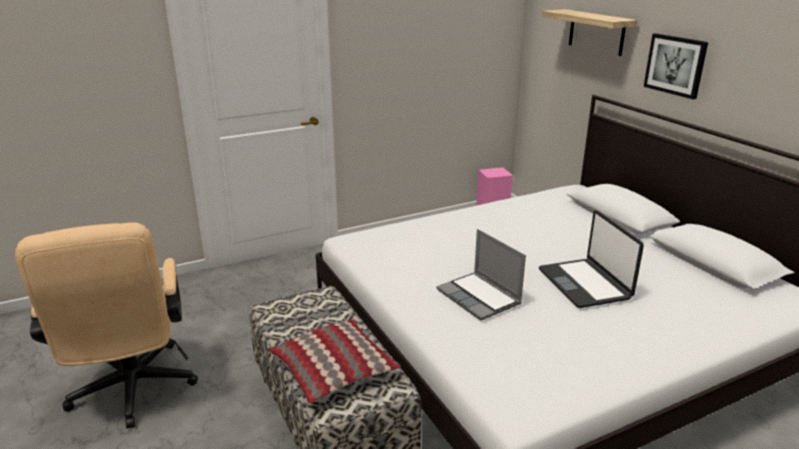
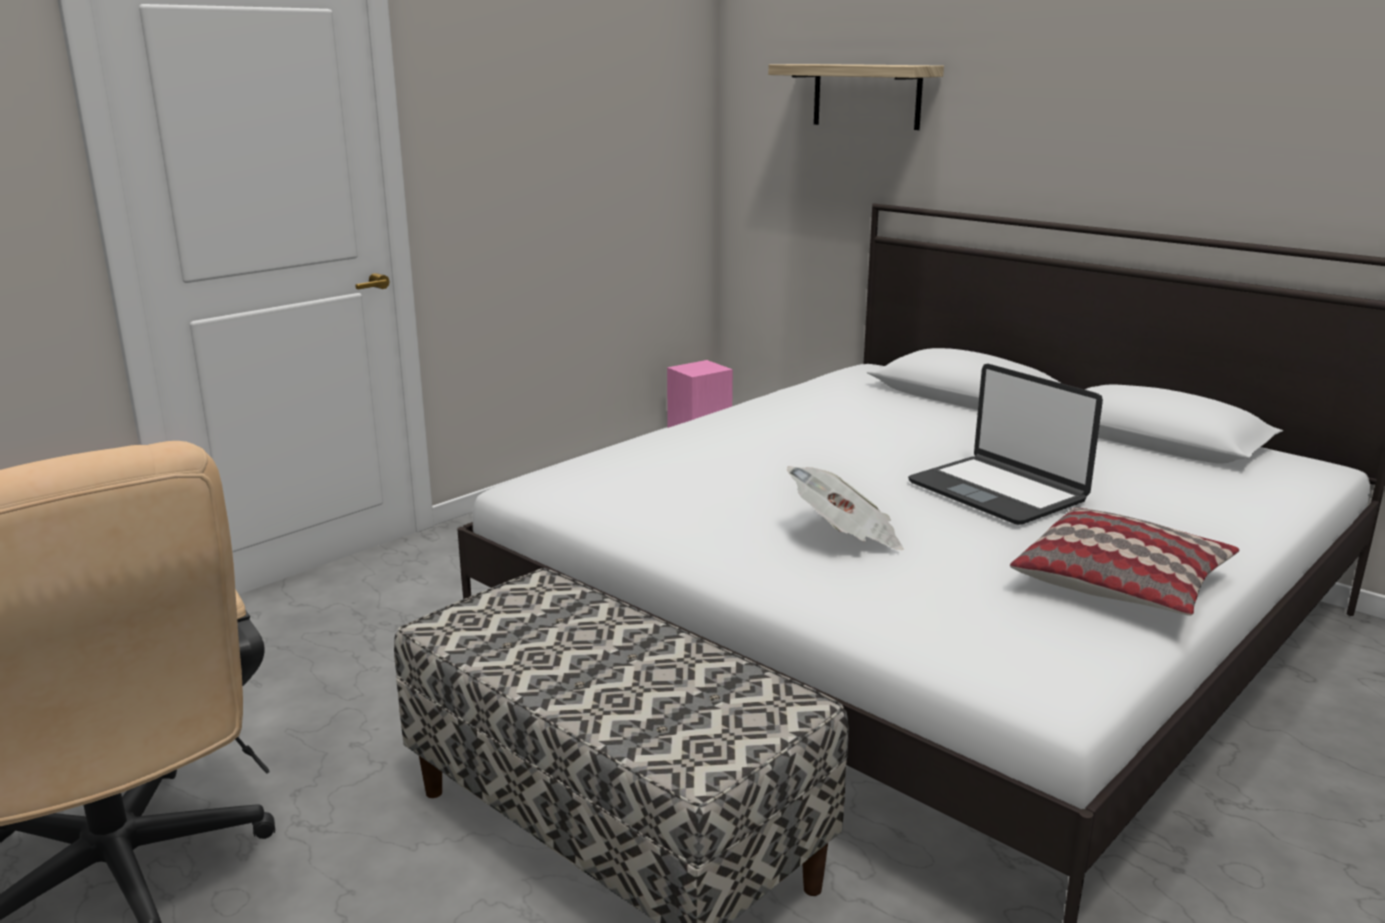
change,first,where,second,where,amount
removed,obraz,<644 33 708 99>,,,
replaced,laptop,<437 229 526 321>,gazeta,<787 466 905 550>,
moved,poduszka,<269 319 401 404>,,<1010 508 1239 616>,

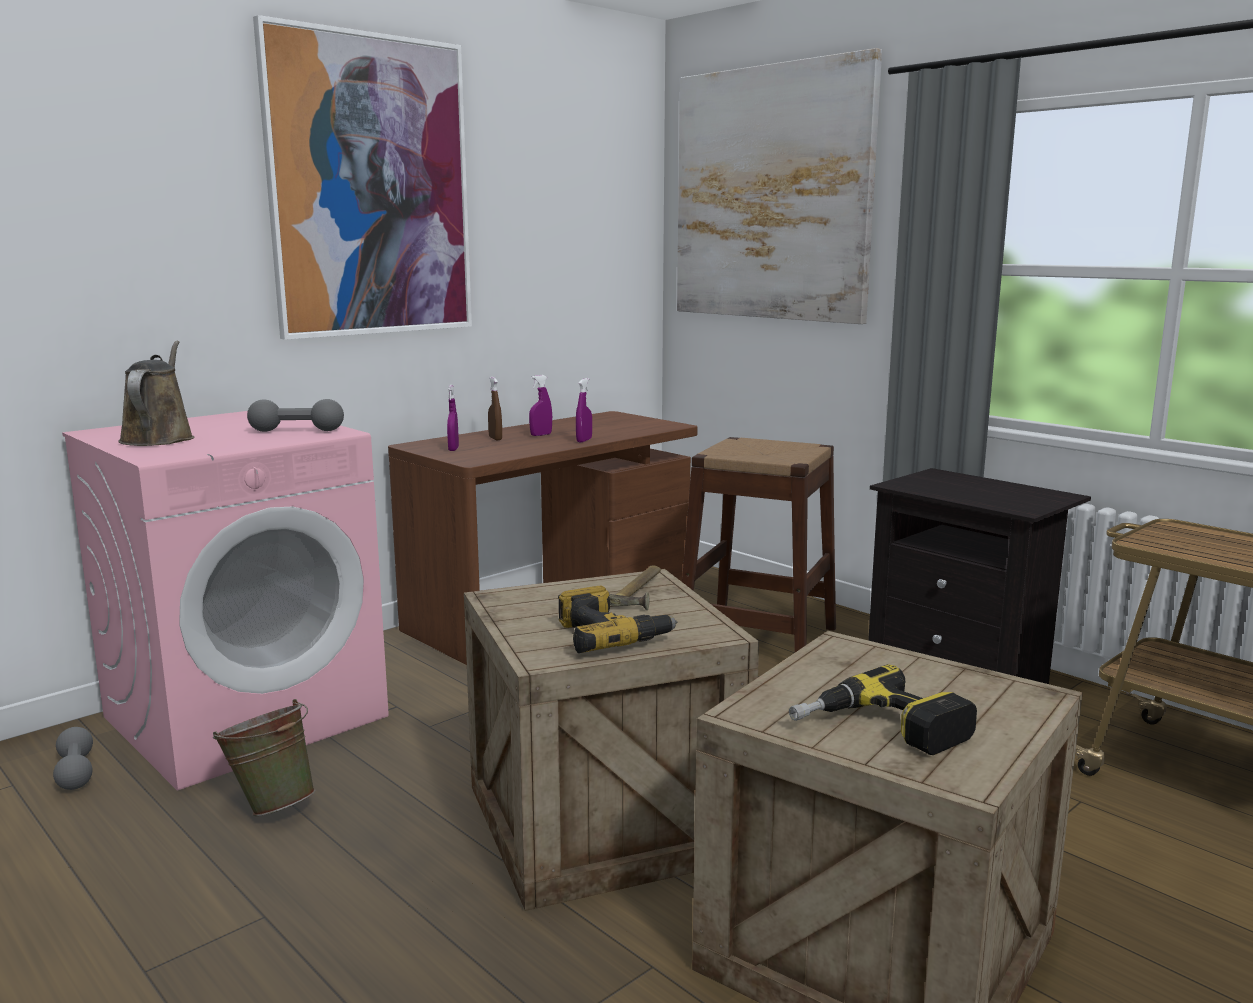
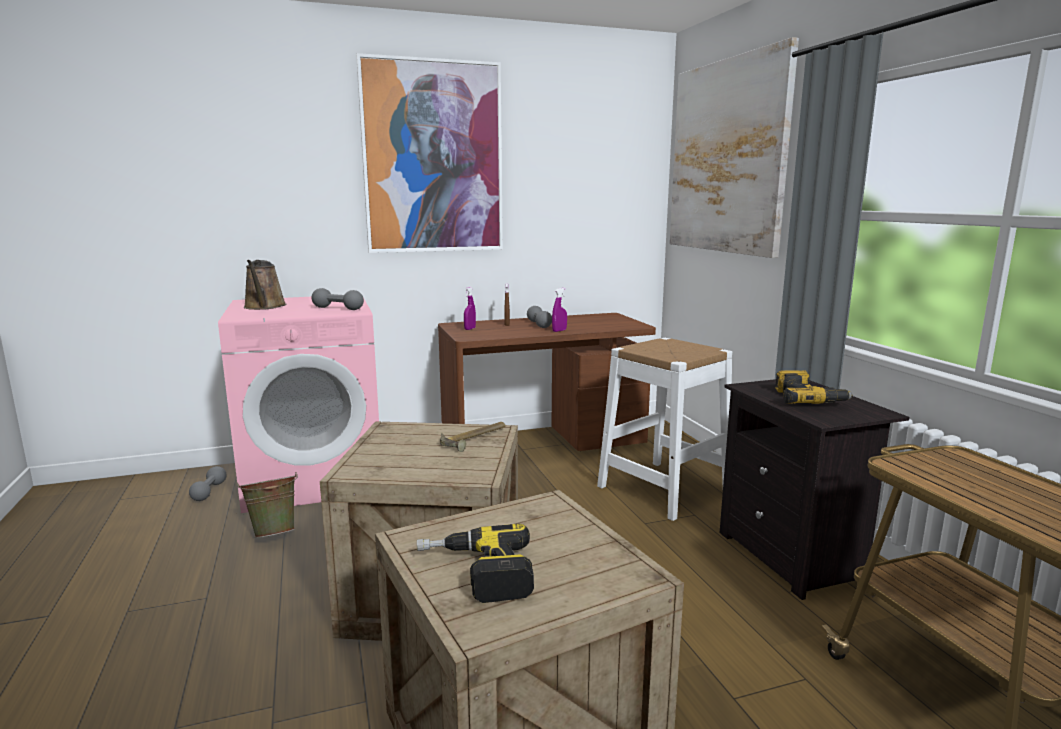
change,first,where,second,where,amount
turned,konewka (brązowy),<118 341 194 446>,,<244 260 287 310>,150 degrees clockwise
replaced,spryskiwacz (fioletowy),<529 375 552 436>,hantel (szary),<527 306 552 328>,
recoloured,stołek (brązowy),<682 437 836 652>,stołek (biały),<597 338 732 521>,
moved,wiertarka,<558 586 677 653>,,<775 370 853 404>,

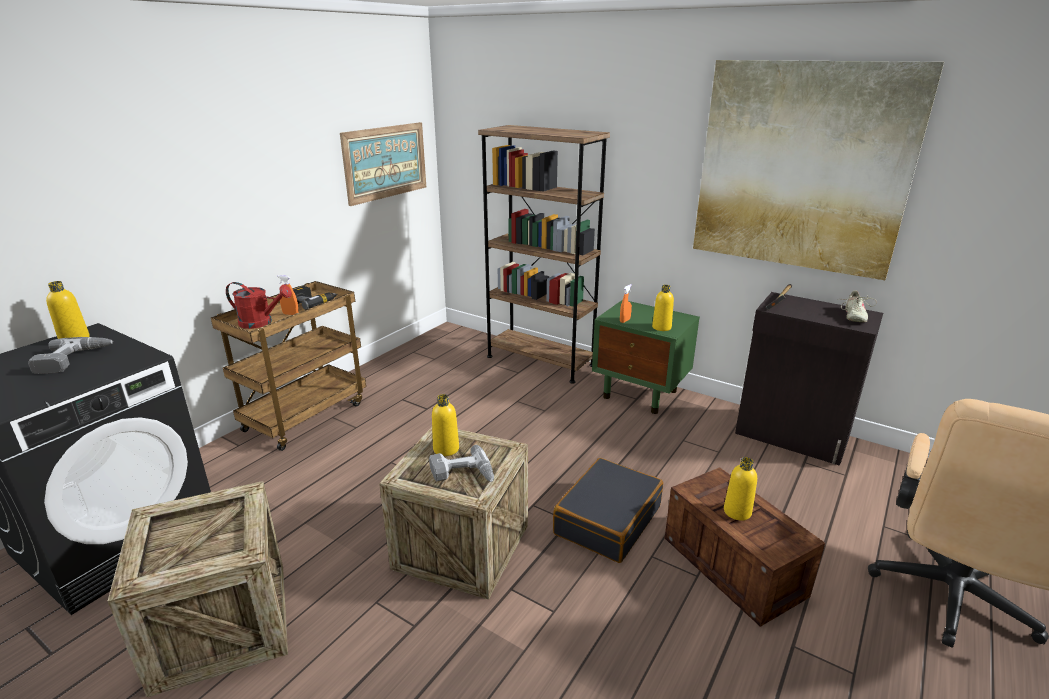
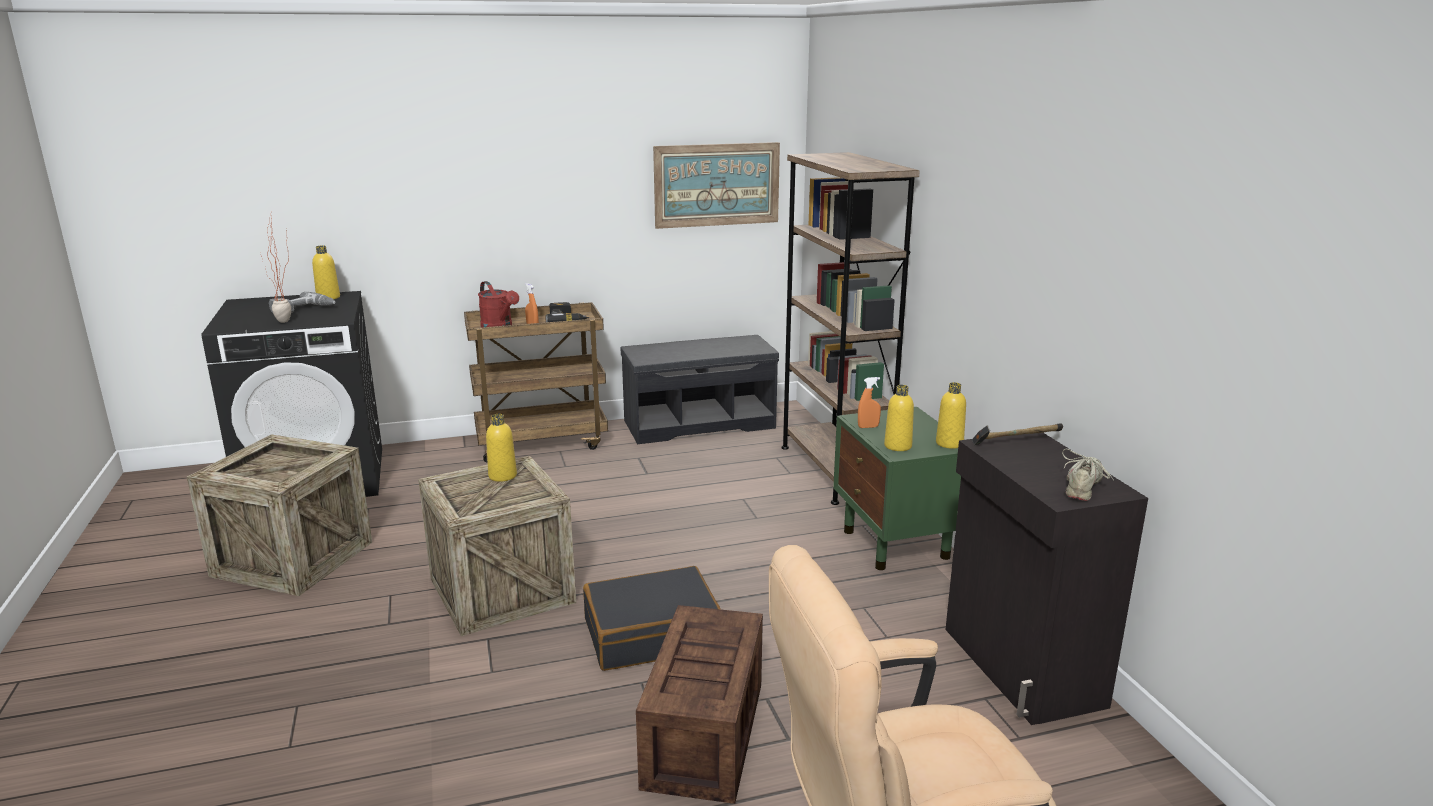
change,first,where,second,where,amount
removed,obraz,<693 60 944 280>,,,
turned,but (beżowy),<837 291 877 322>,,<1062 449 1114 501>,150 degrees clockwise
removed,wiertarka,<429 445 494 482>,,,
moved,butelka (żółty),<724 457 757 521>,,<936 382 966 449>,
added,,,roślina doniczkowa,<261 217 291 323>,
added,,,ławka (szary),<621 335 779 444>,

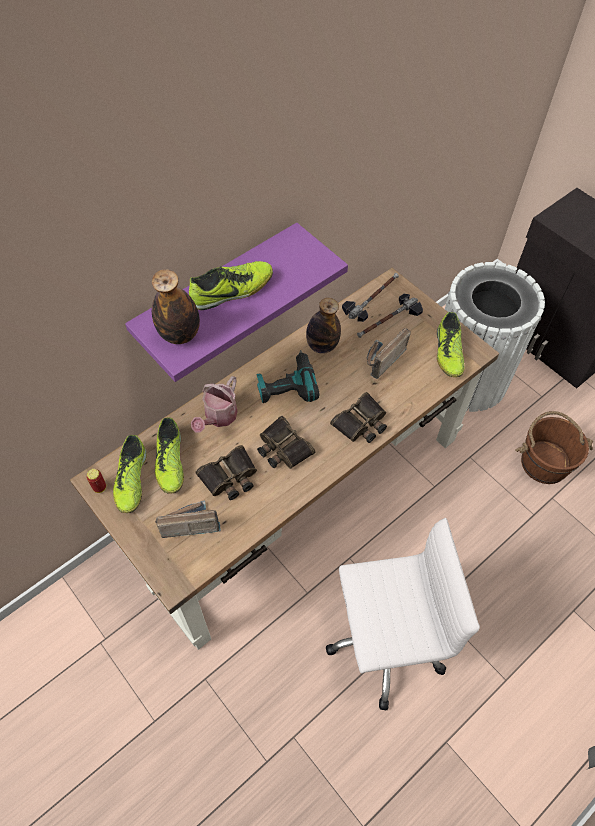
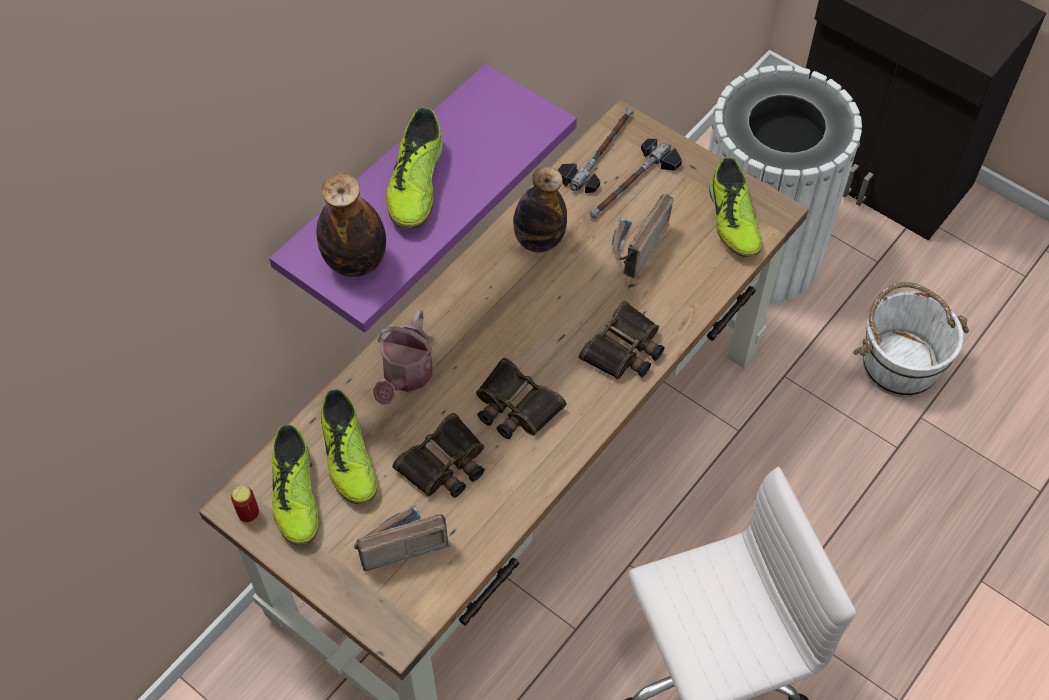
change,first,where,second,where,amount
turned,but,<189 261 273 310>,,<386 108 443 228>,135 degrees clockwise
removed,wiertarka,<256 350 320 403>,,,
recoloured,wiadro (brązowy),<515 411 593 484>,wiadro (biały),<853 282 969 397>,

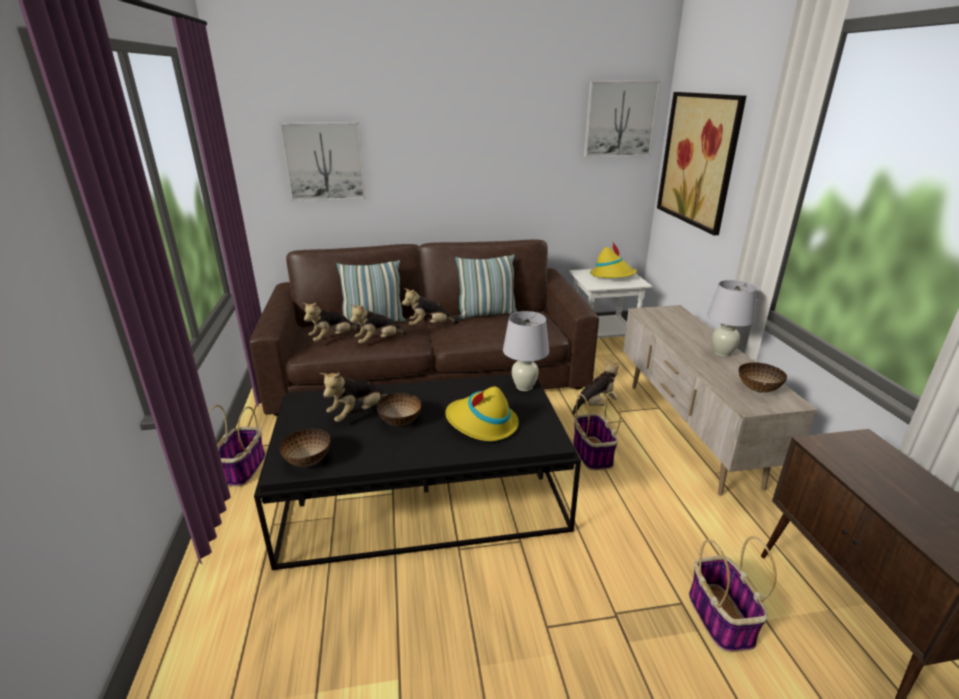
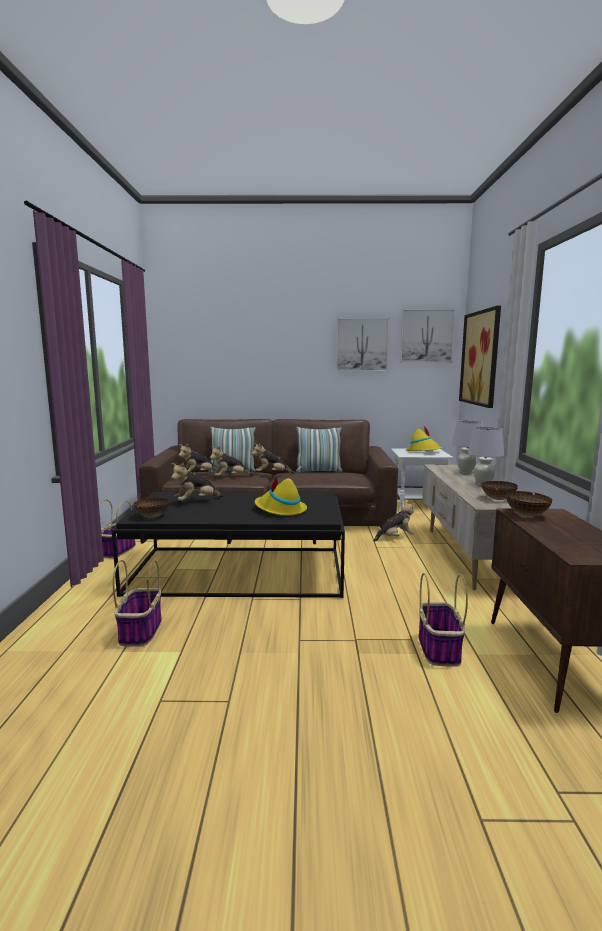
change,first,where,second,where,amount
moved,obraz,<280 122 365 201>,,<336 318 389 371>,
moved,lampa stołowa (biały),<503 311 549 391>,,<452 420 483 473>,
moved,koszyk,<573 391 621 470>,,<113 560 162 646>,
moved,miska,<377 393 421 426>,,<506 491 553 516>,

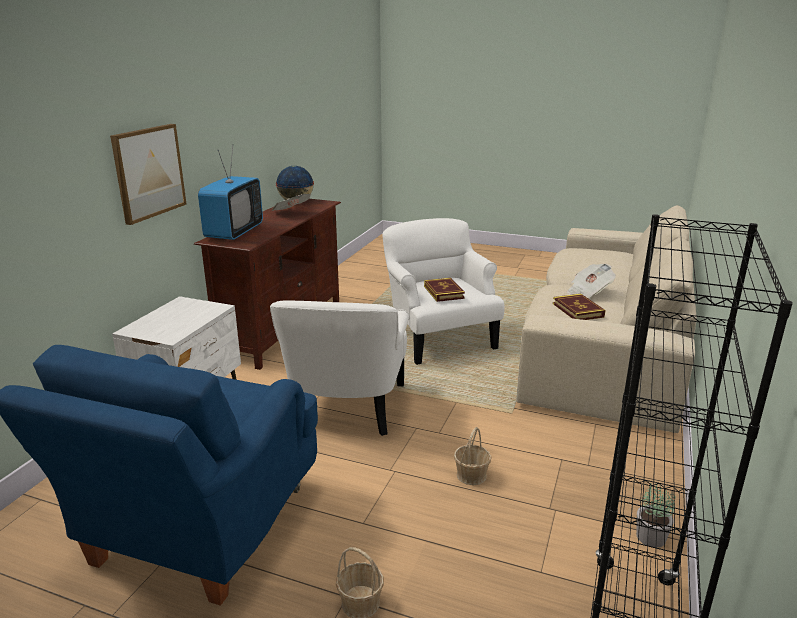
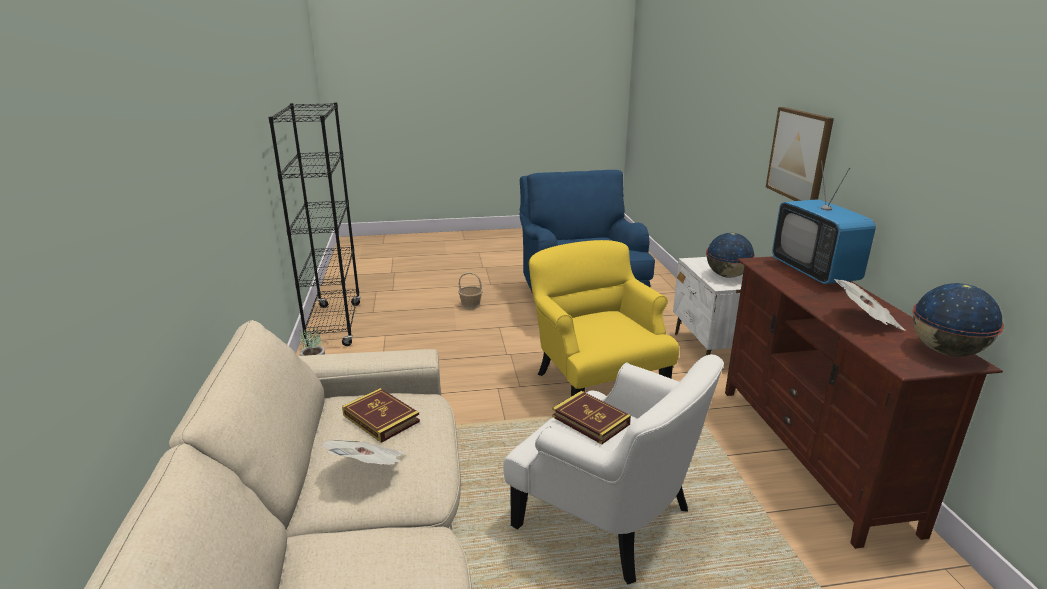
change,first,where,second,where,amount
recoloured,fotel (biały),<270 300 410 436>,fotel (żółty),<529 240 679 396>,
removed,koszyk,<454 427 492 485>,,,
added,,,globus,<706 233 755 278>,

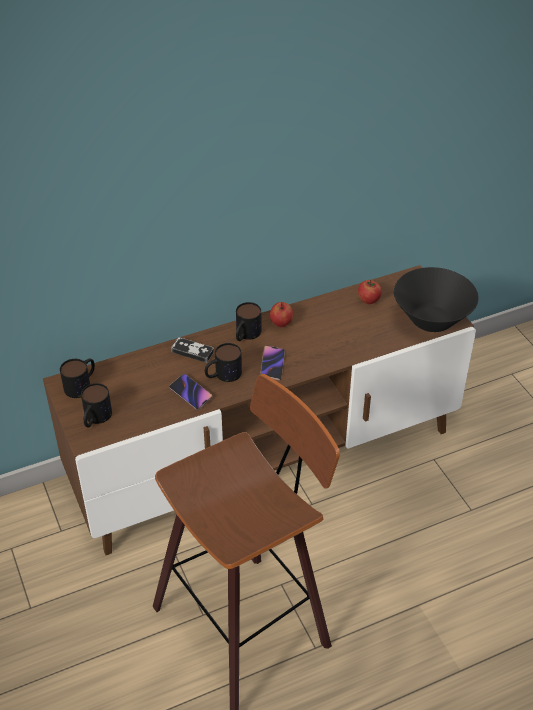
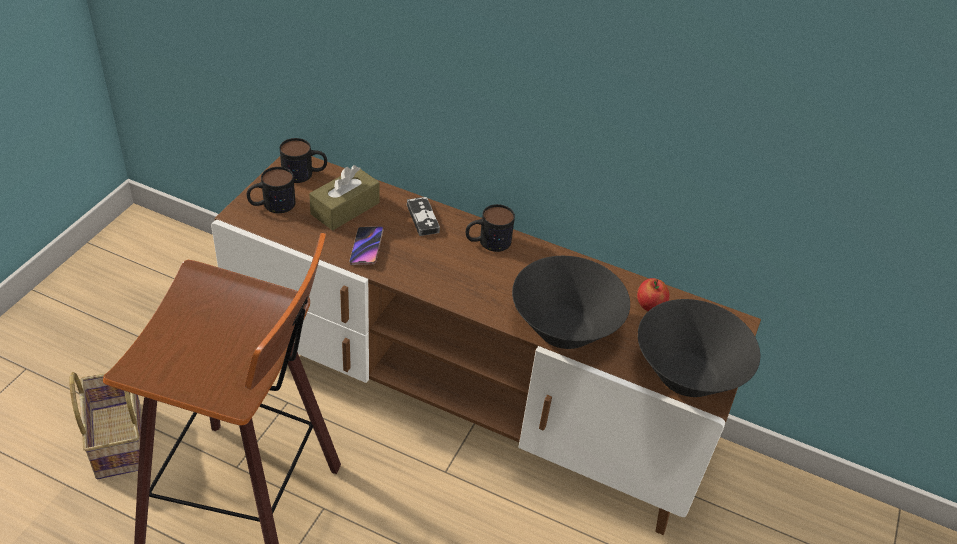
change,first,where,second,where,amount
removed,jabłko,<270 302 293 327>,,,
removed,kubek,<205 343 242 382>,,,
removed,telefon,<260 345 285 381>,,,
added,,,pudełko chusteczek (brązowy),<309 165 380 231>,
added,,,miska (czarny),<512 256 630 349>,
added,,,koszyk,<70 372 142 479>,

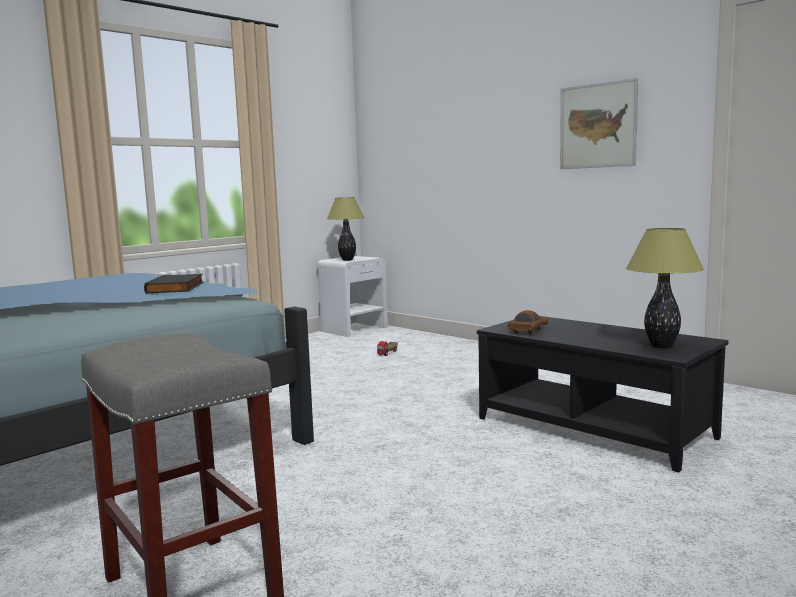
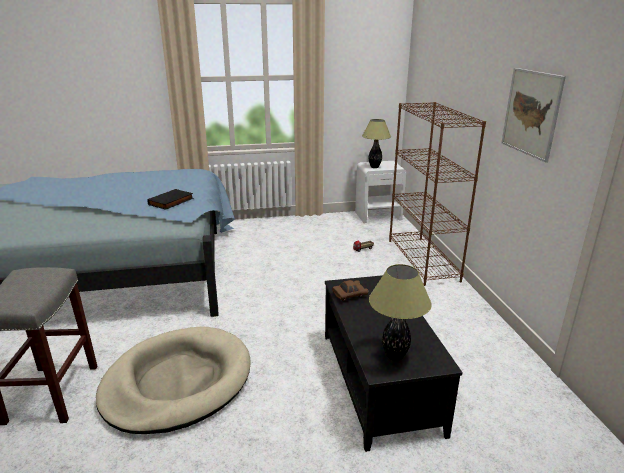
change,first,where,second,where,amount
added,,,regał (brązowy),<389 102 486 286>,
added,,,legowisko (beżowy),<96 326 251 434>,

